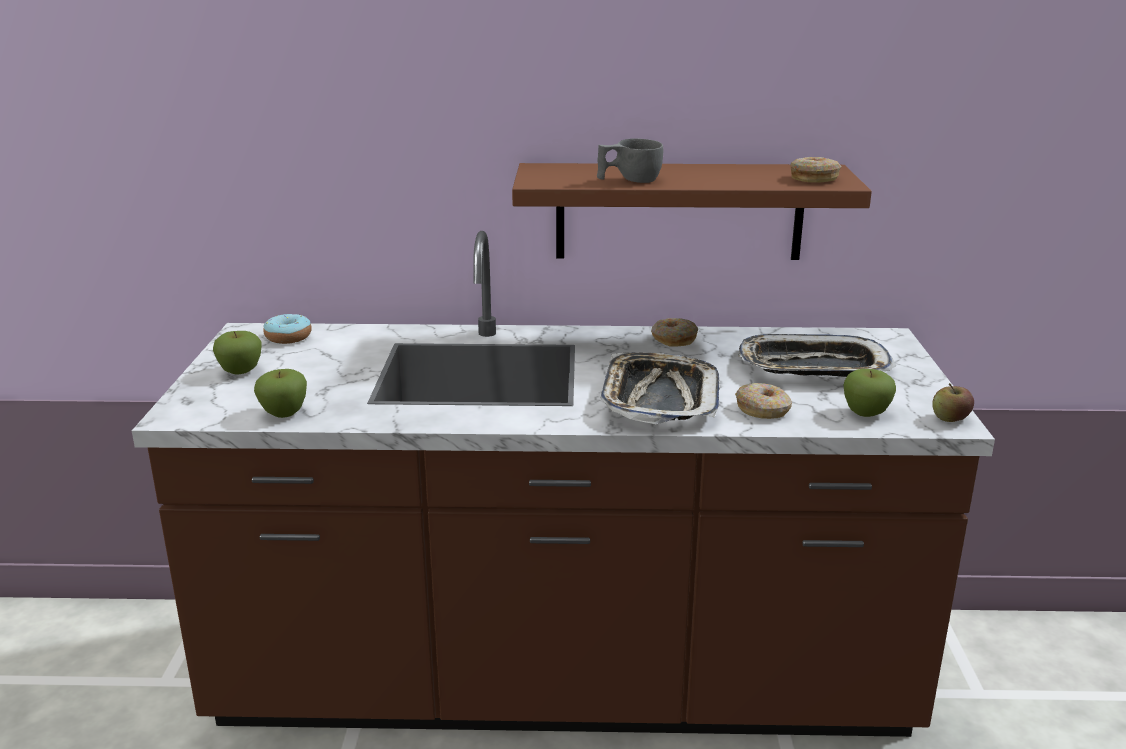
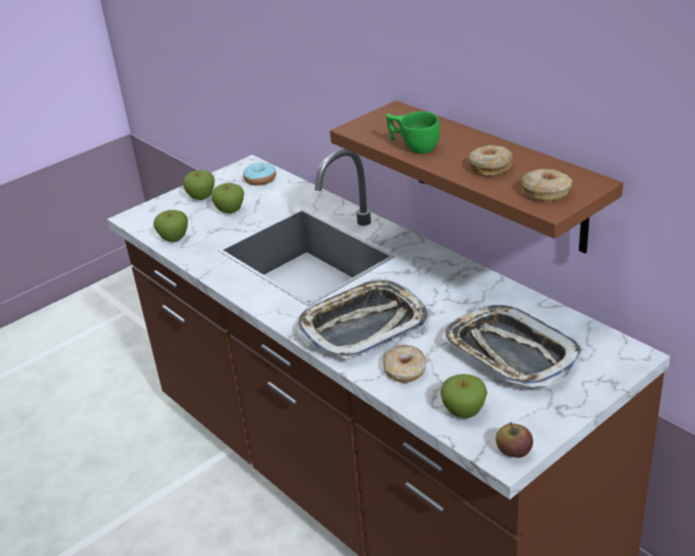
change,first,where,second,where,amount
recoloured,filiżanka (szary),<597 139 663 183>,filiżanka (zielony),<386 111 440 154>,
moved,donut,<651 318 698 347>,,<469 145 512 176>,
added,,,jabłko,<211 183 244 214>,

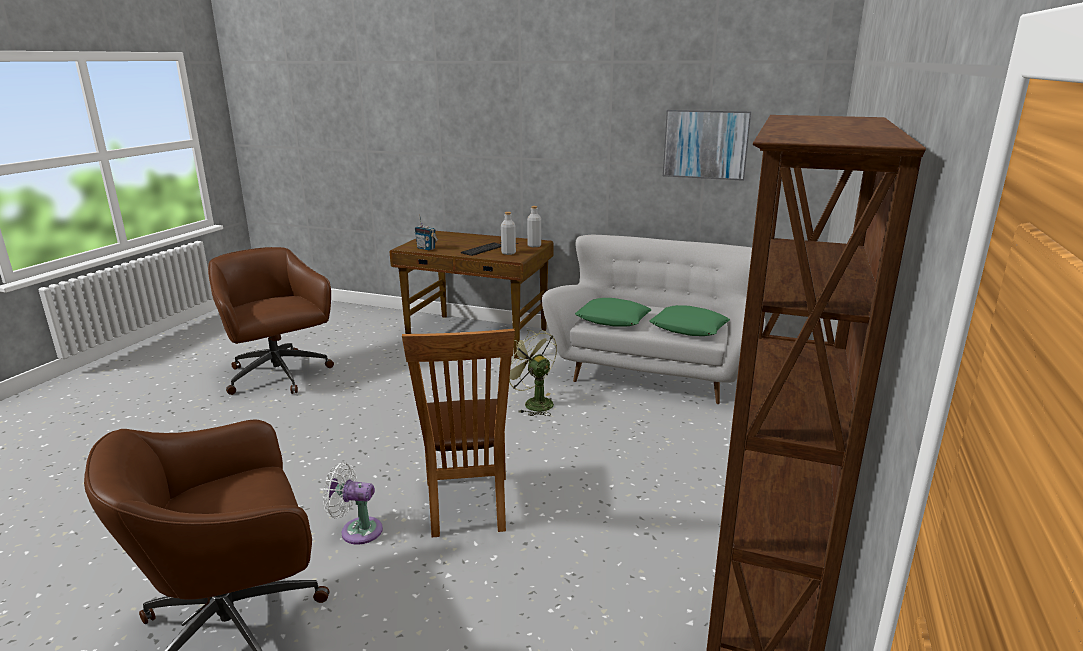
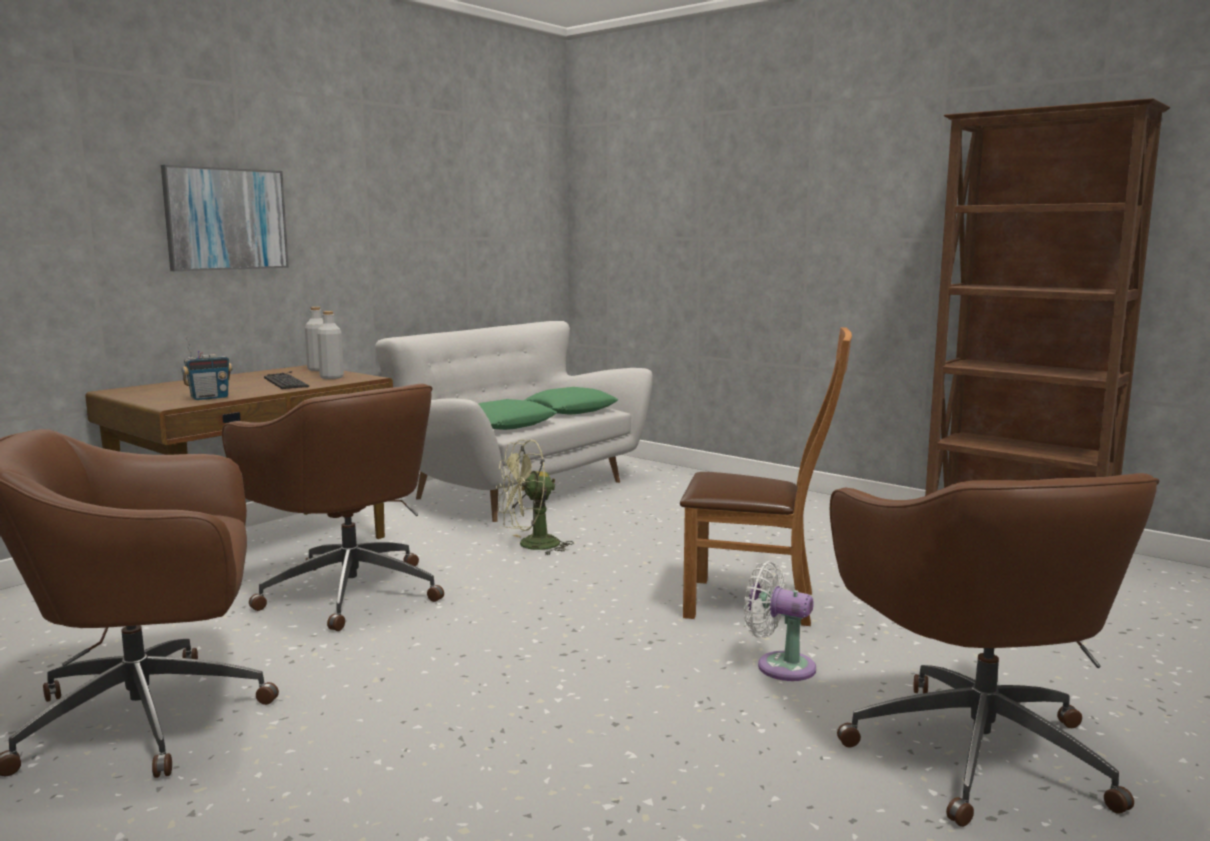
change,first,where,second,where,amount
moved,obraz,<663 110 752 181>,,<161 165 289 271>,
turned,wentylator (biały),<323 462 383 545>,,<744 561 816 681>,90 degrees clockwise
added,,,krzesło biurowe (brązowy),<222 384 444 631>,

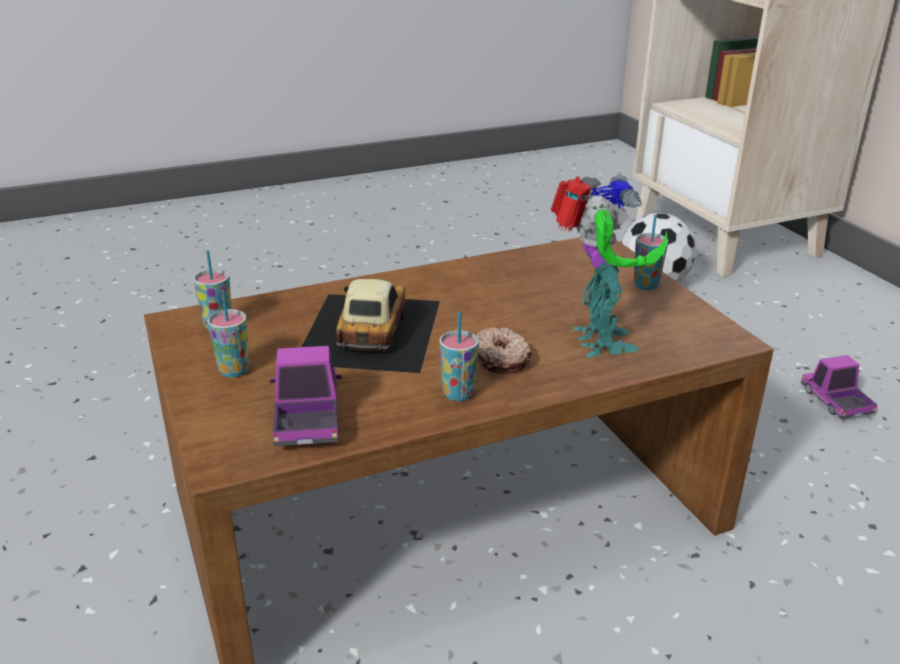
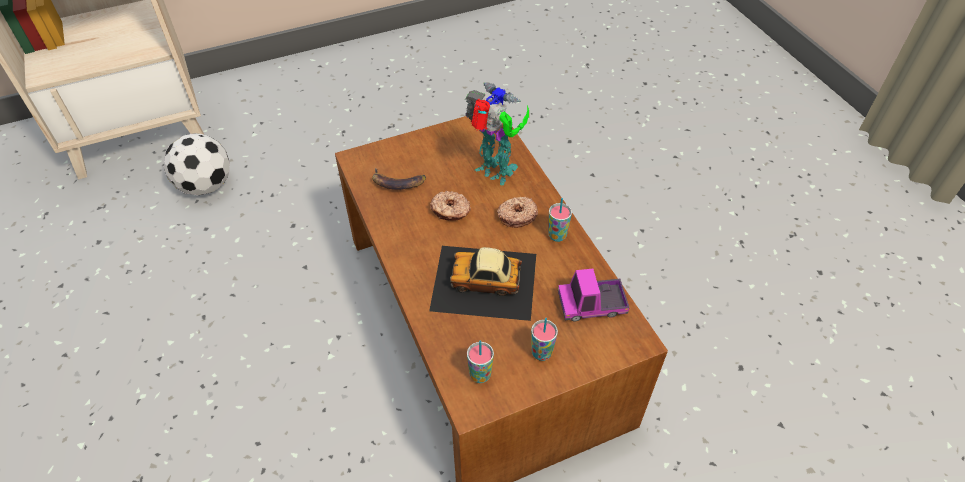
change,first,where,second,where,amount
turned,robot zabawkowy,<551 174 667 358>,,<465 82 529 185>,45 degrees clockwise
removed,filiżanka,<634 215 668 290>,,,
removed,ciężarówka zabawkowa,<801 355 877 419>,,,
added,,,banan,<372 168 426 190>,
added,,,donut,<430 191 471 221>,

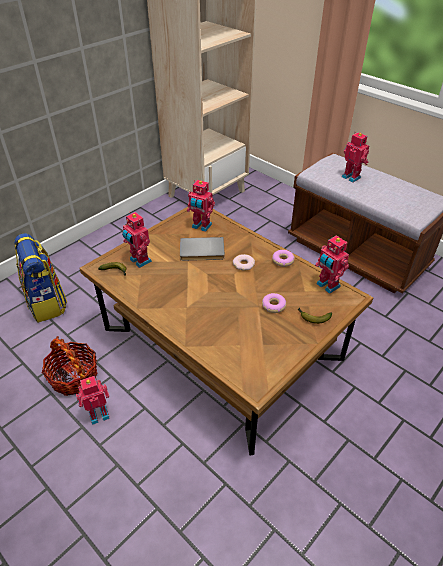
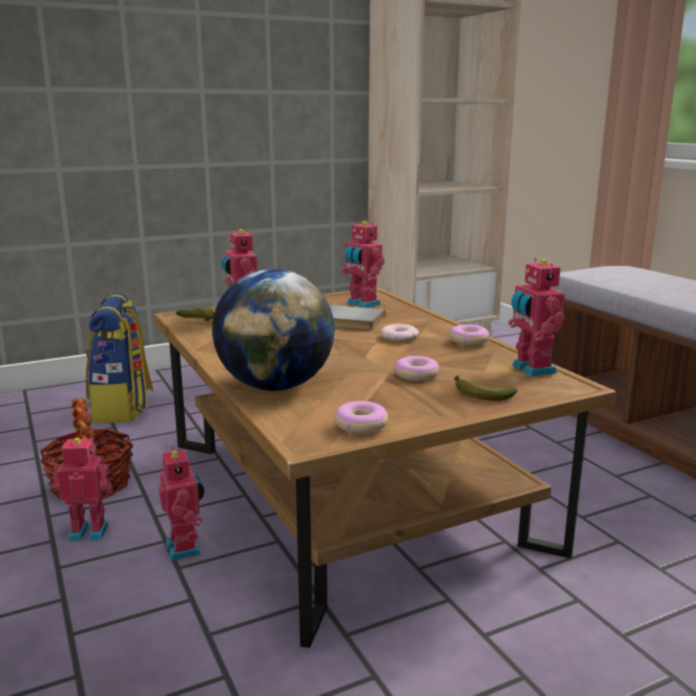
change,first,where,second,where,amount
moved,robot zabawkowy,<342 132 369 183>,,<159 447 204 561>,
added,,,globus,<212 269 335 391>,
added,,,donut,<334 401 388 434>,

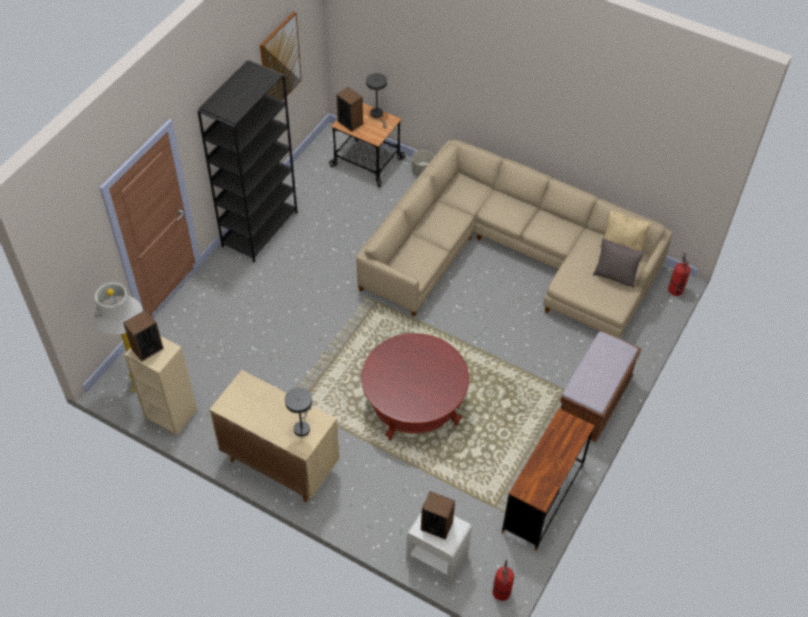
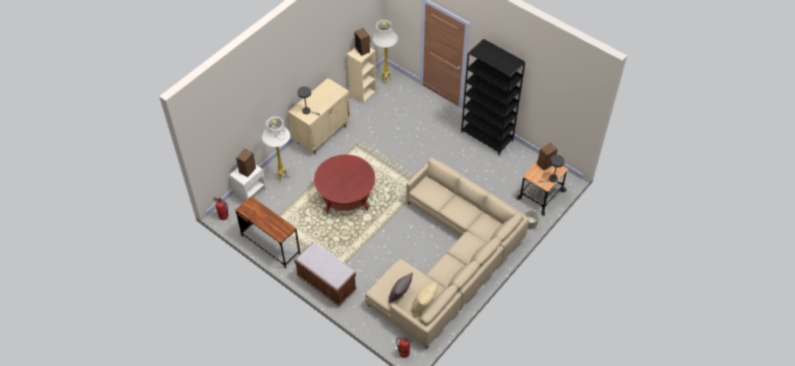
change,first,where,second,where,amount
removed,obraz,<260 12 302 101>,,,
added,,,lampa stojąca (biały),<262 117 290 184>,

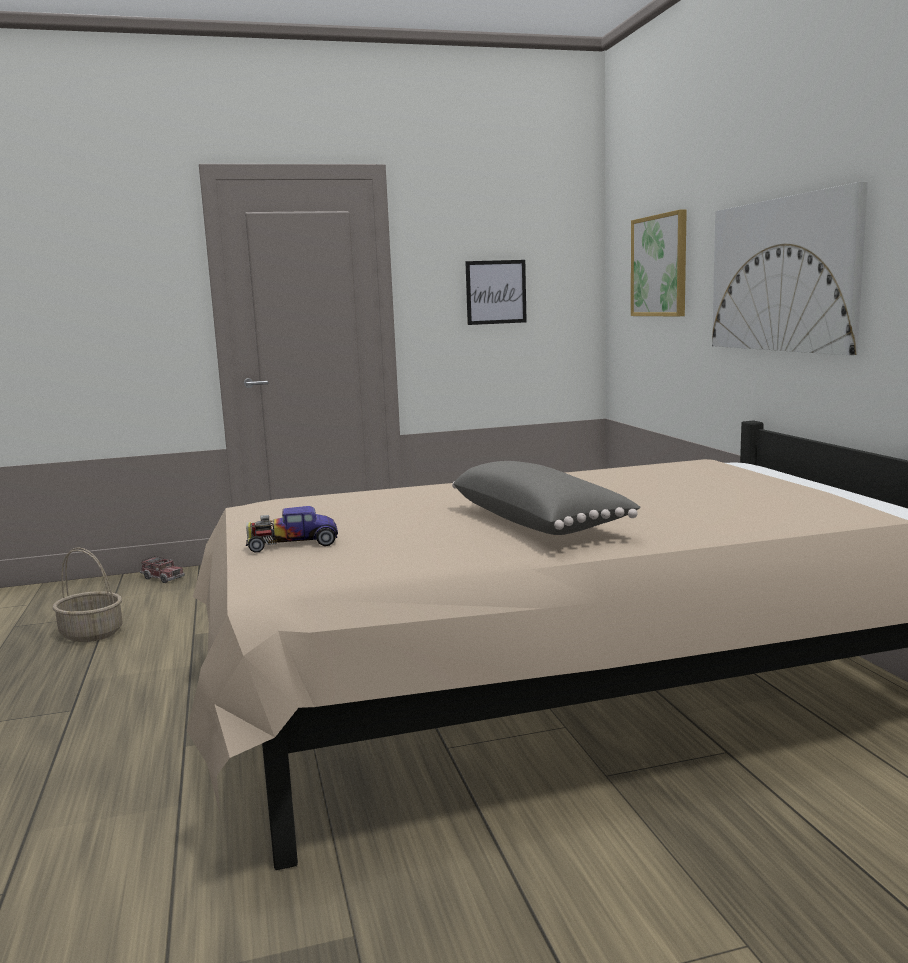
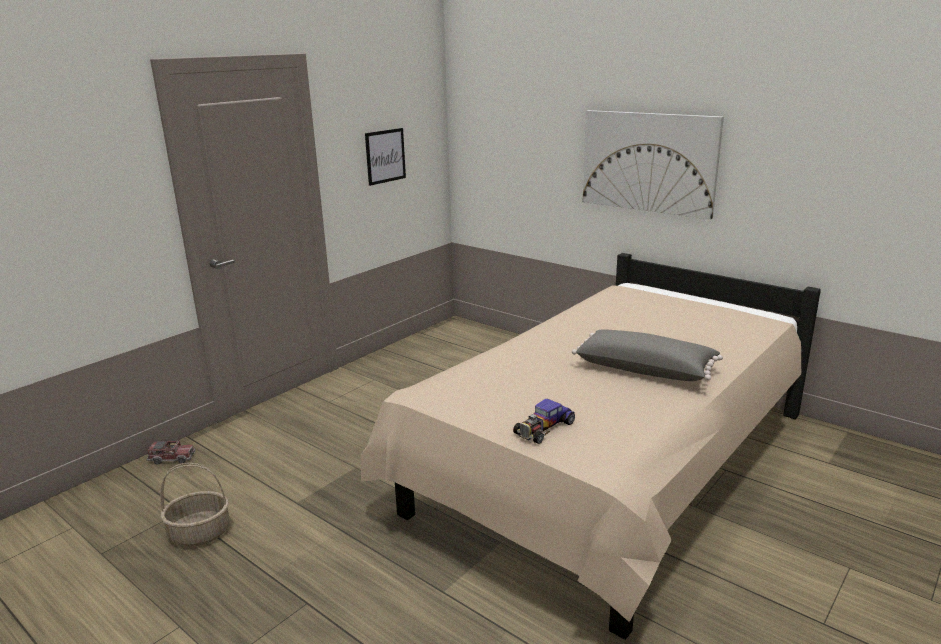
change,first,where,second,where,amount
removed,obraz,<631 209 687 316>,,,

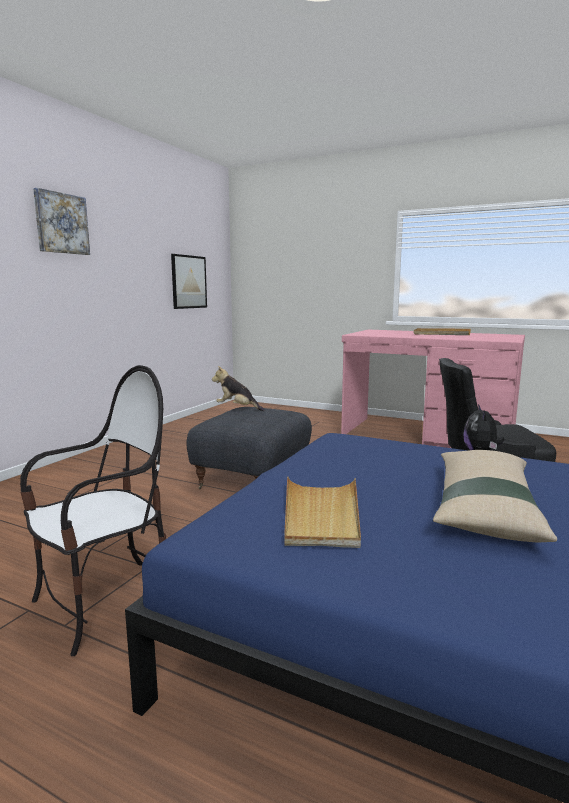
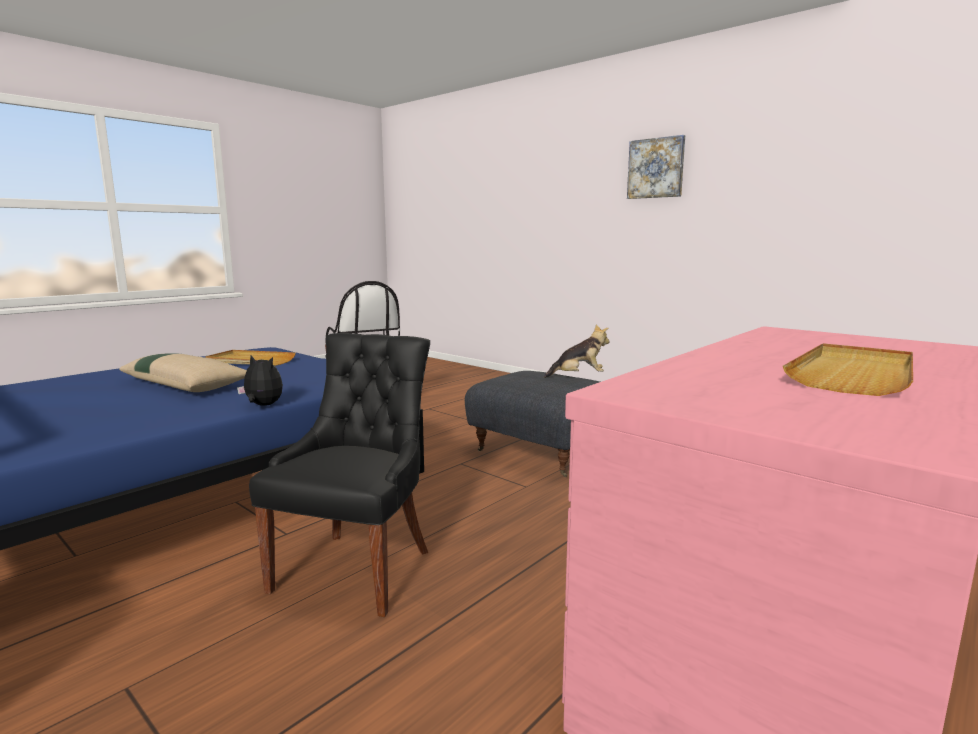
change,first,where,second,where,amount
removed,obraz,<171 254 207 309>,,,
turned,pluszak,<212 366 265 411>,,<544 325 610 378>,45 degrees clockwise

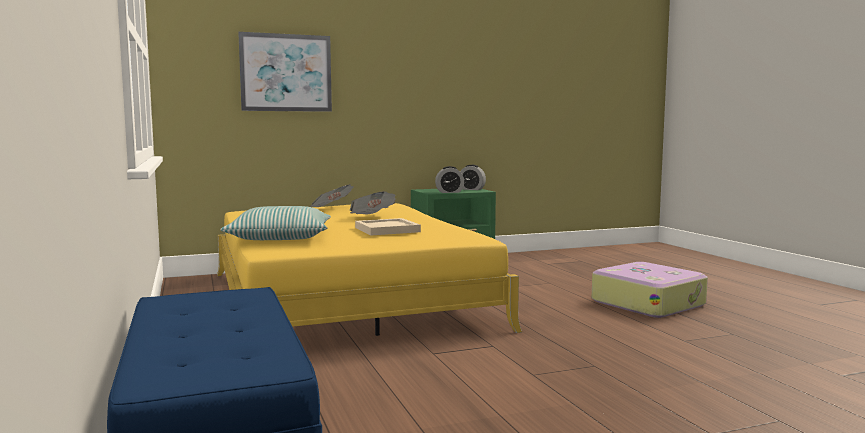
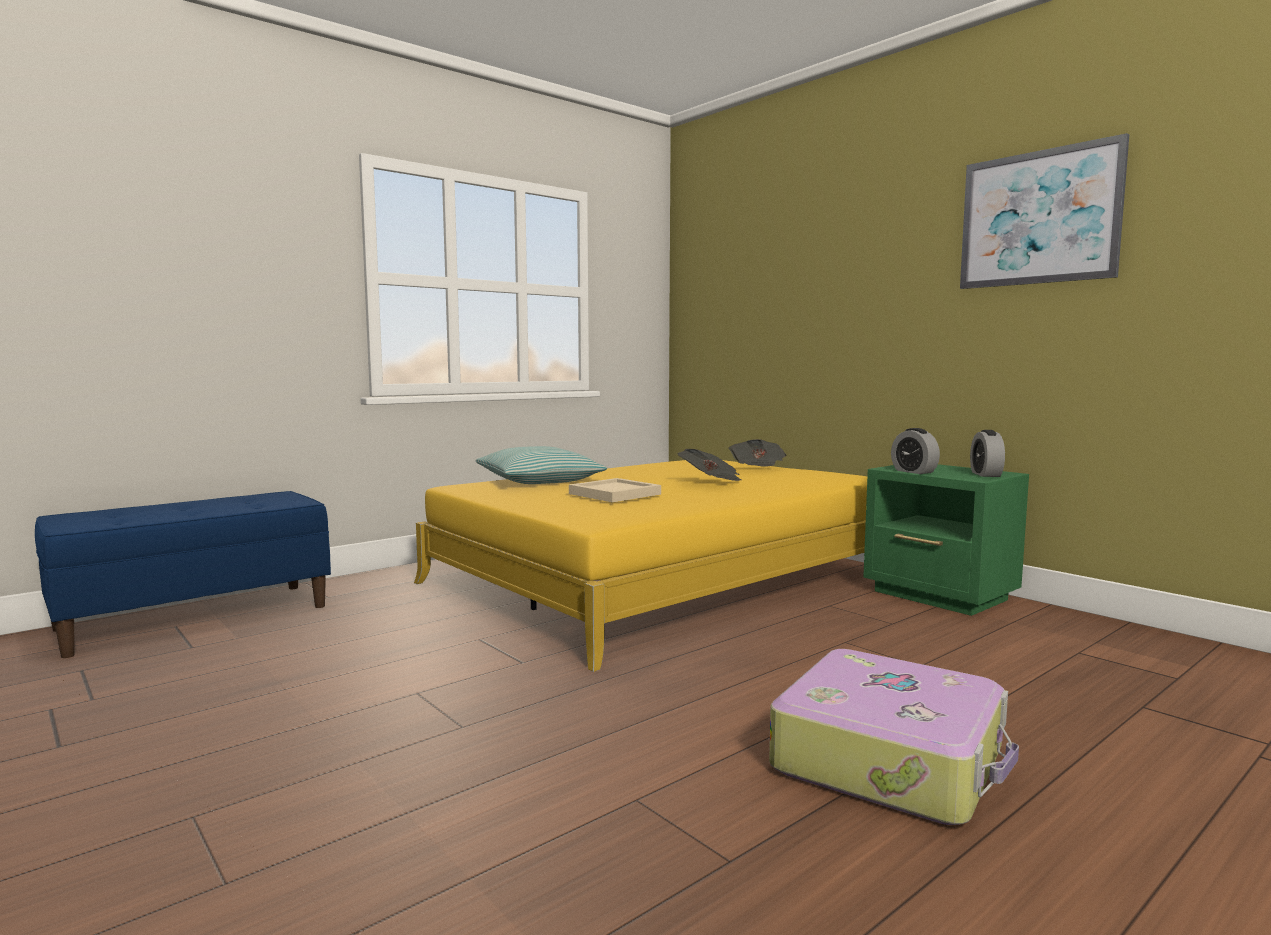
change,first,where,second,where,amount
moved,obraz,<238 32 332 112>,,<960 133 1129 289>,

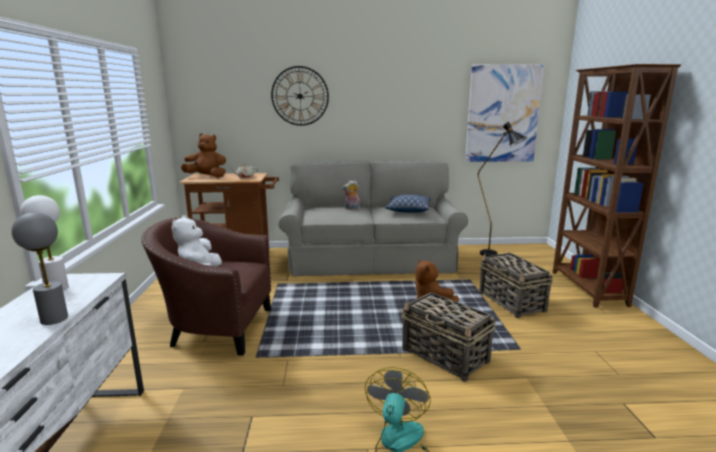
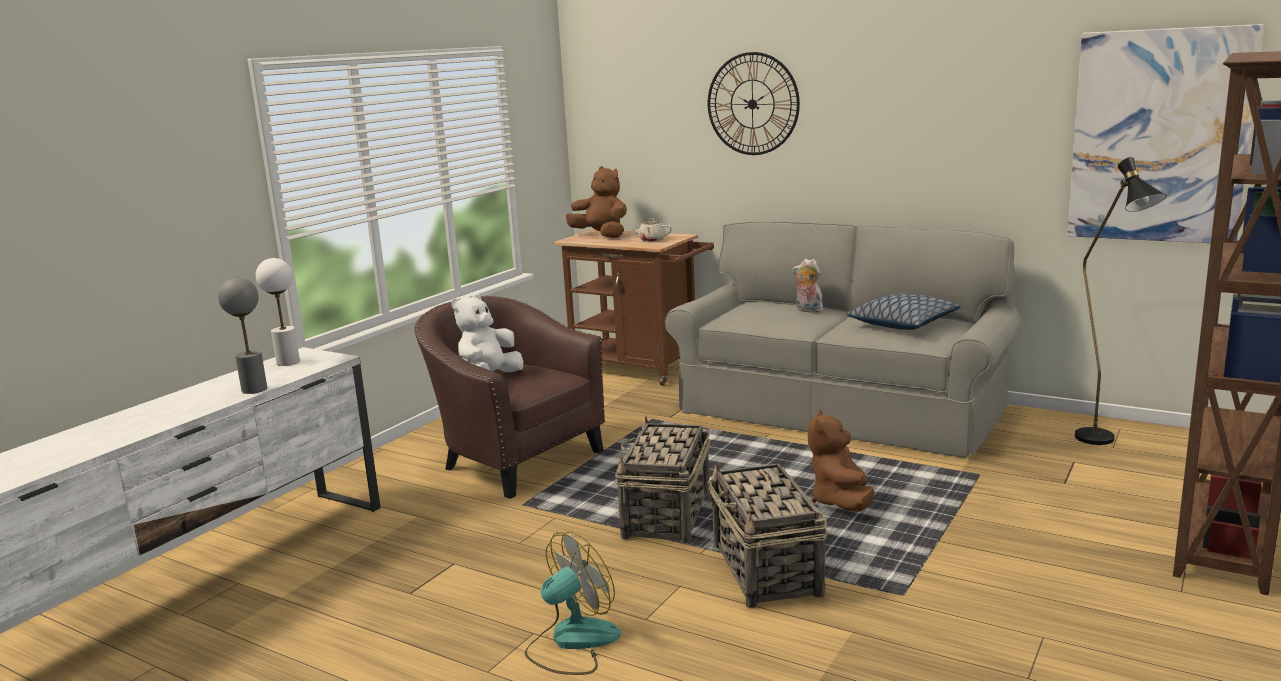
change,first,where,second,where,amount
moved,koszyk,<479 253 553 318>,,<615 416 711 543>,

